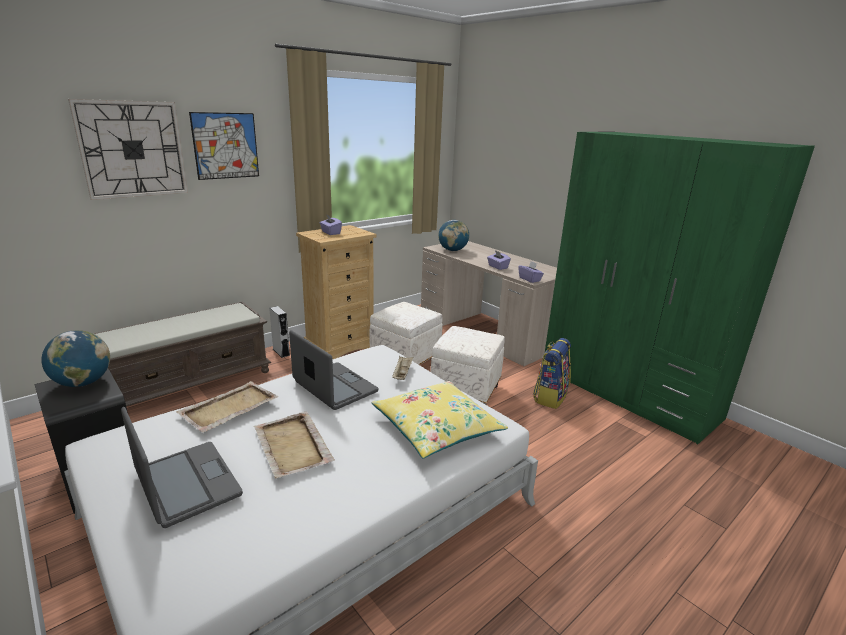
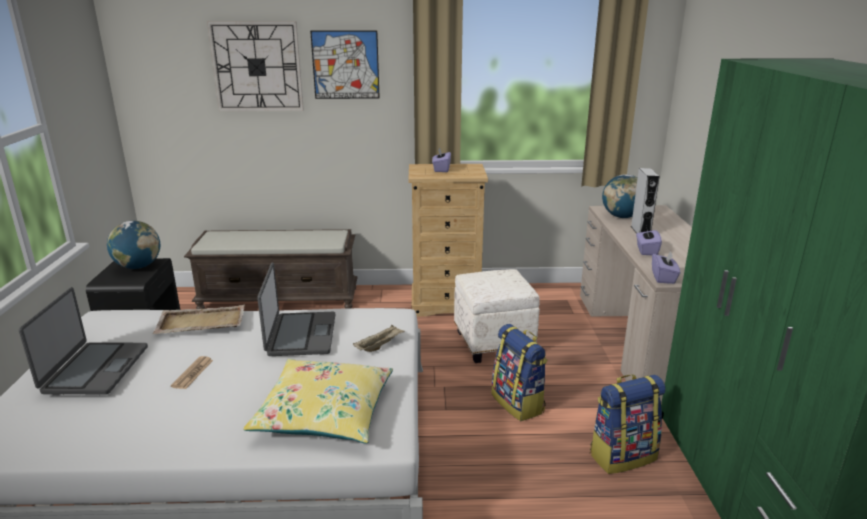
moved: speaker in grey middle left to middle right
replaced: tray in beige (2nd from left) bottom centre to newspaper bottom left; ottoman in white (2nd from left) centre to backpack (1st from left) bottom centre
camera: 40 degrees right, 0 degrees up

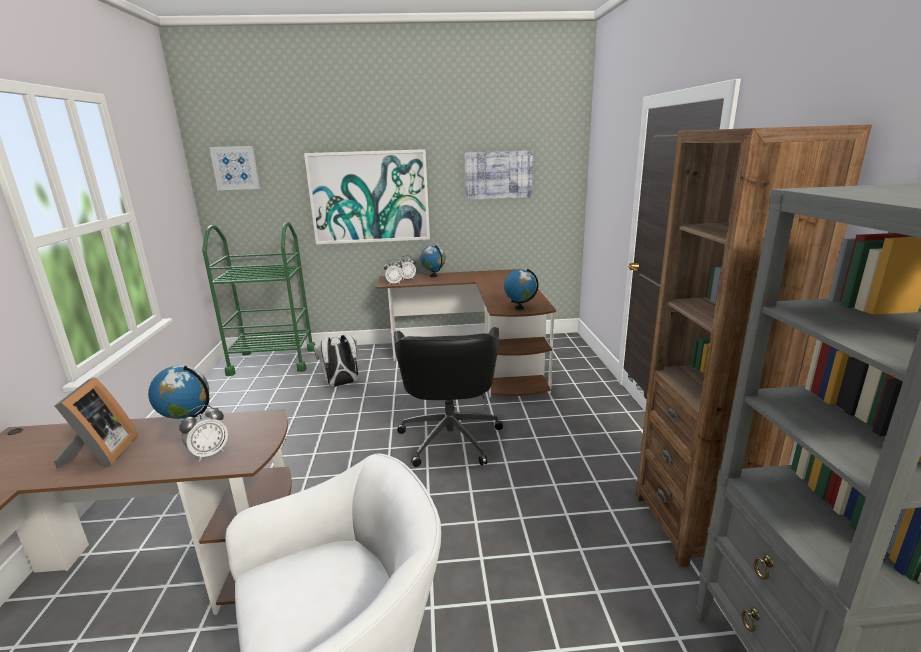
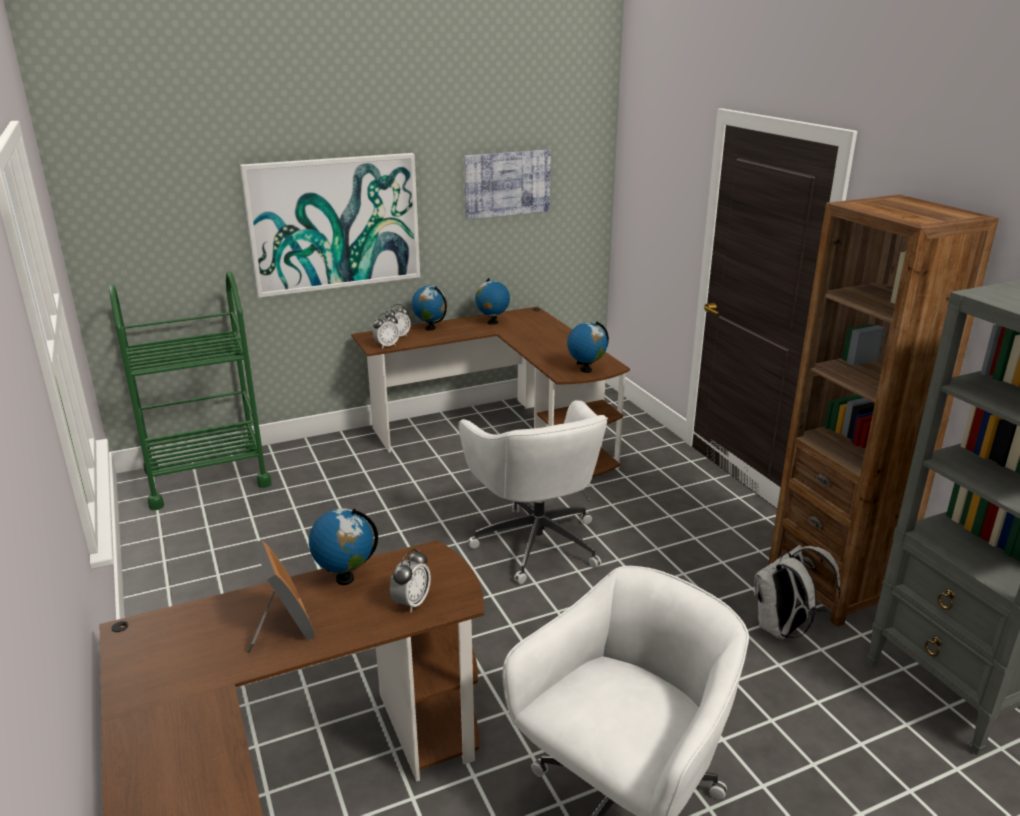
removed: picture (1st from left) top left
added: globe (3rd from left) centre
moved: backpack in white centre to bottom right
recoloured: office chair in black centre to office chair in white (1st from left) centre
camera: 20 degrees left, 5 degrees up

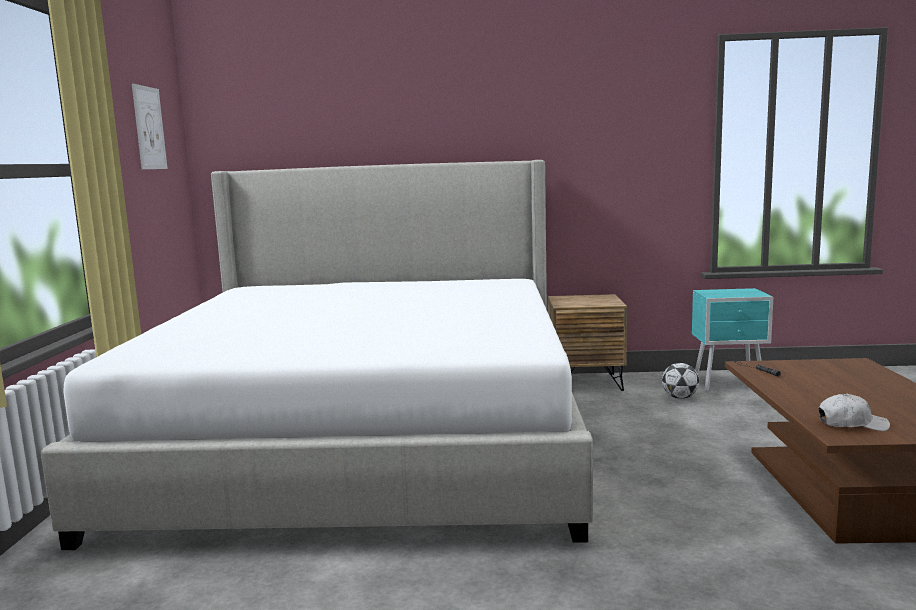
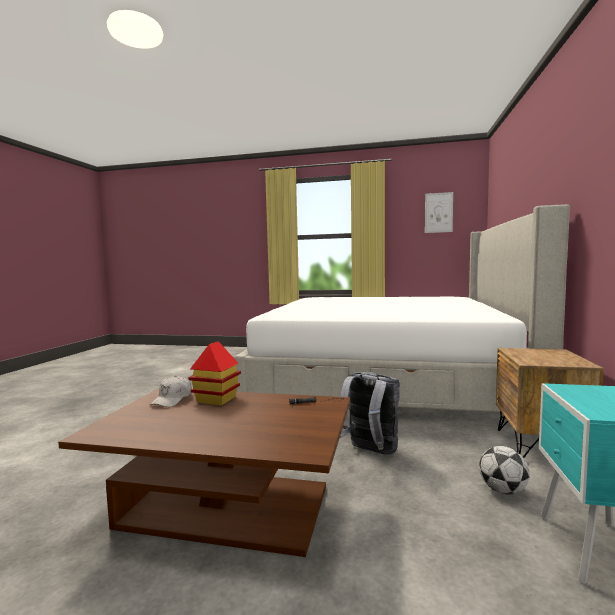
added: toy house centre; backpack in grey bottom centre
camera: 100 degrees right, 5 degrees down

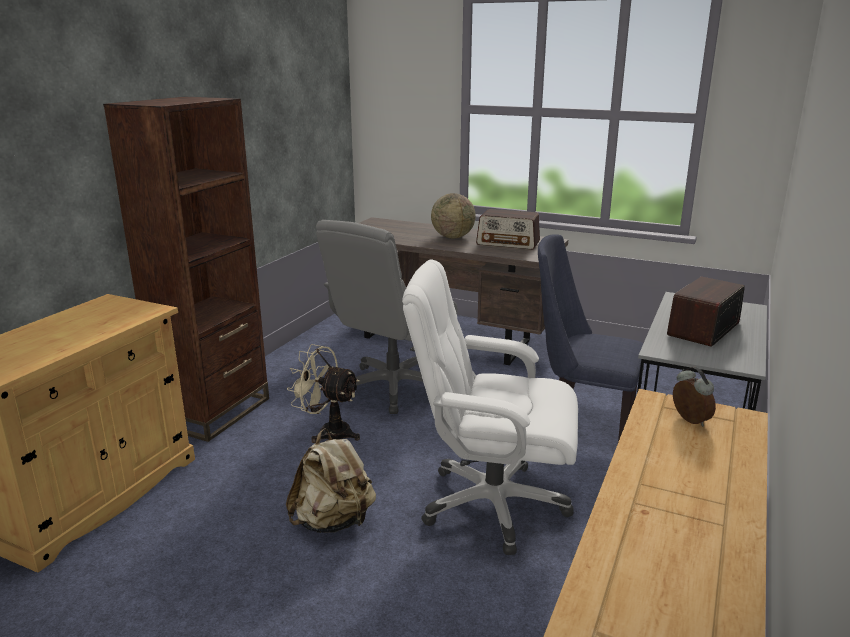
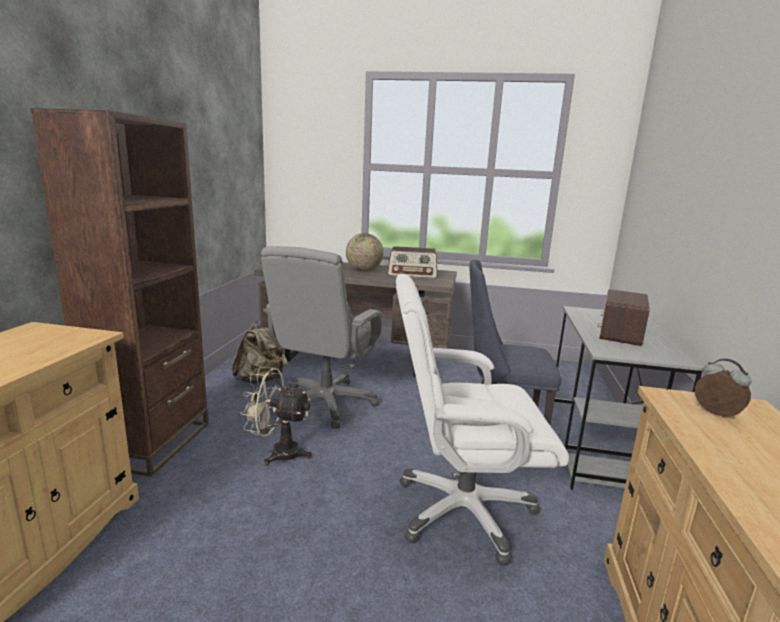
moved: backpack in beige bottom centre to middle left
camera: 15 degrees left, 5 degrees down

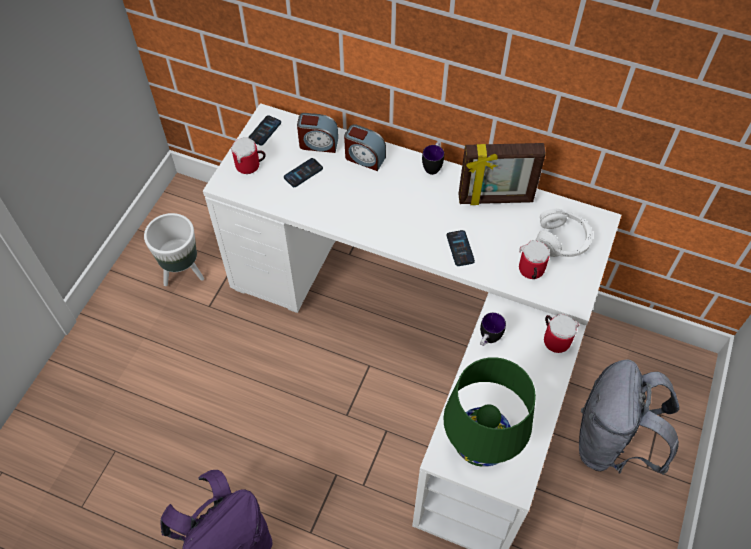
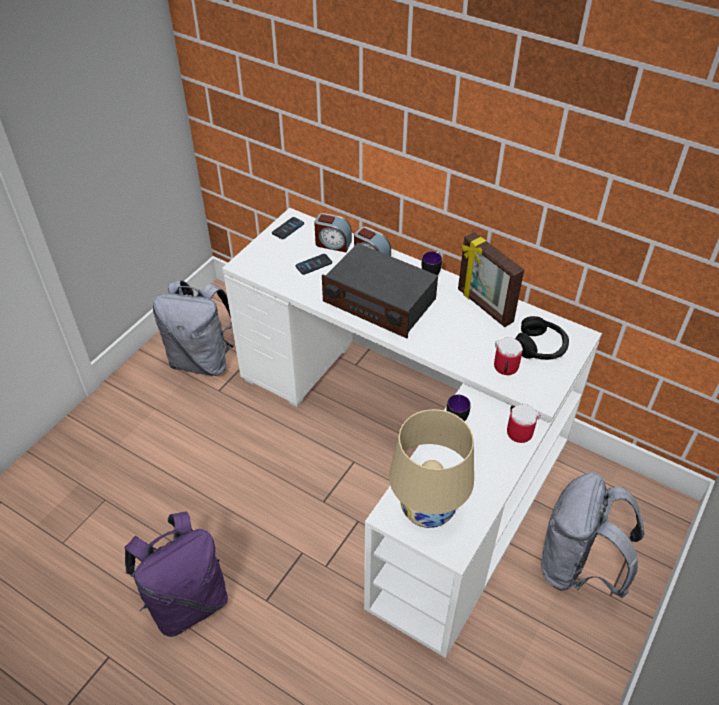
removed: mug (1st from left) top left; phone (3rd from left) centre
added: radio centre
replaced: planter in white middle left to backpack in grey (1st from left) middle left
recoloured: table lamp in green bottom centre to table lamp in beige centre; headphones in white middle right to headphones in black middle right
turned: picture frame top right = middle right 45 degrees clockwise
camera: 10 degrees right, 10 degrees down

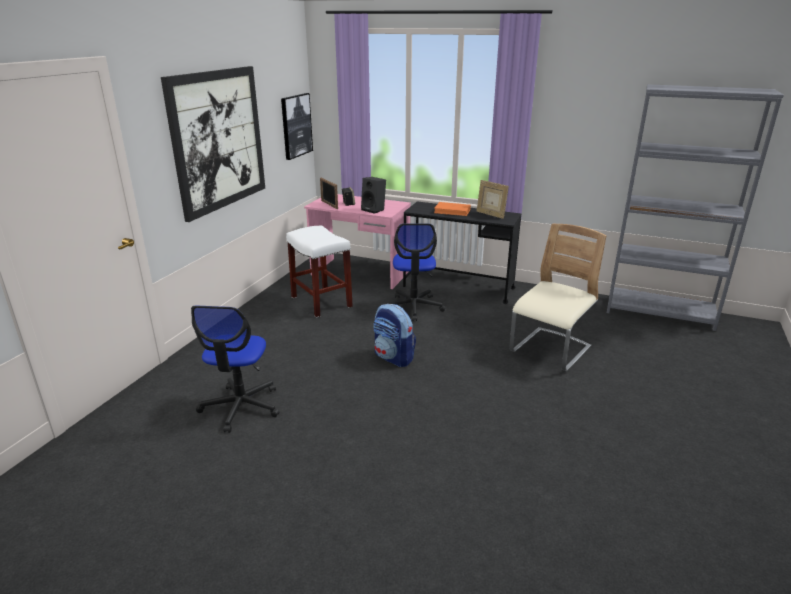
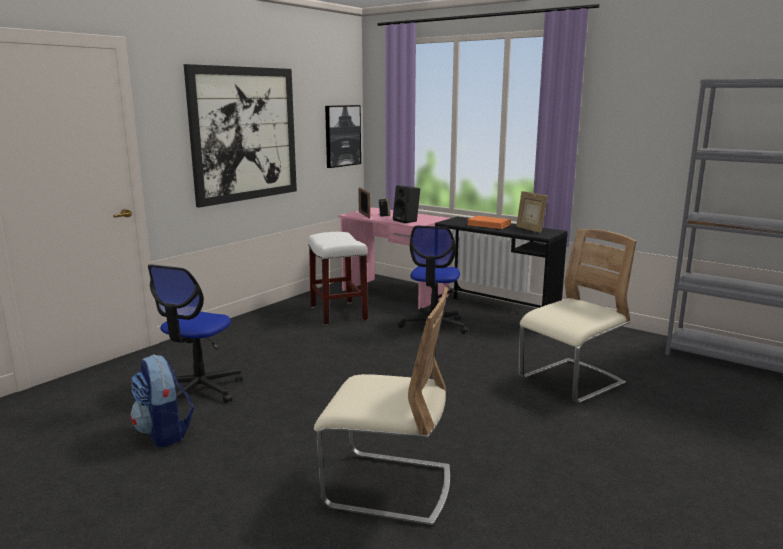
added: chair in beige (1st from left) bottom centre
moved: backpack centre to bottom left
camera: 15 degrees right, 10 degrees down

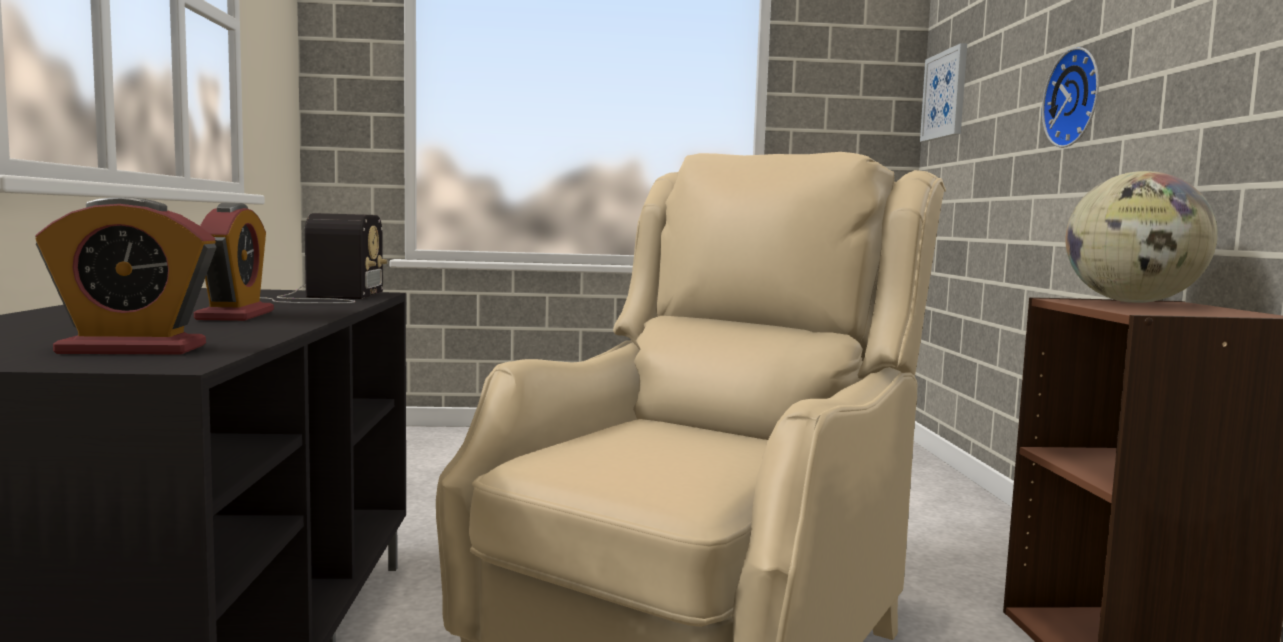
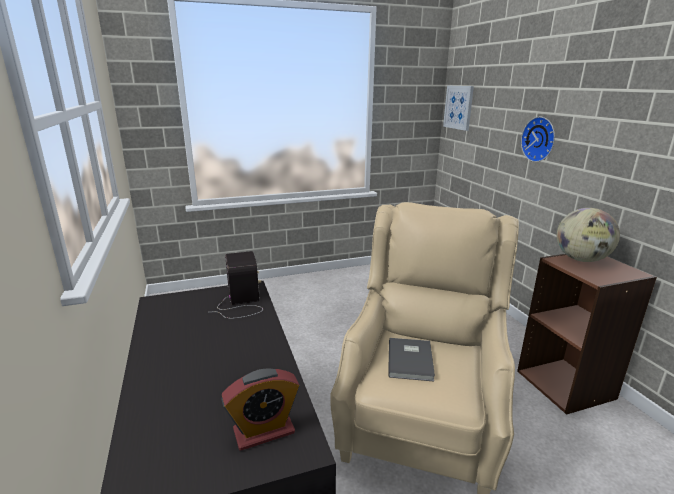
removed: alarm clock (2nd from left) middle left
added: book in grey bottom centre
camera: 15 degrees left, 15 degrees up

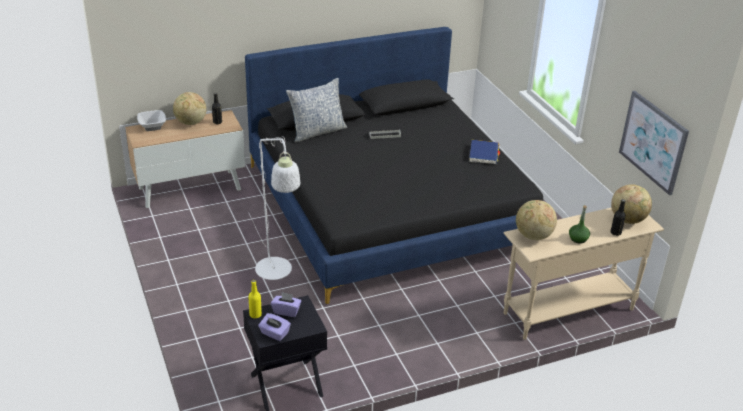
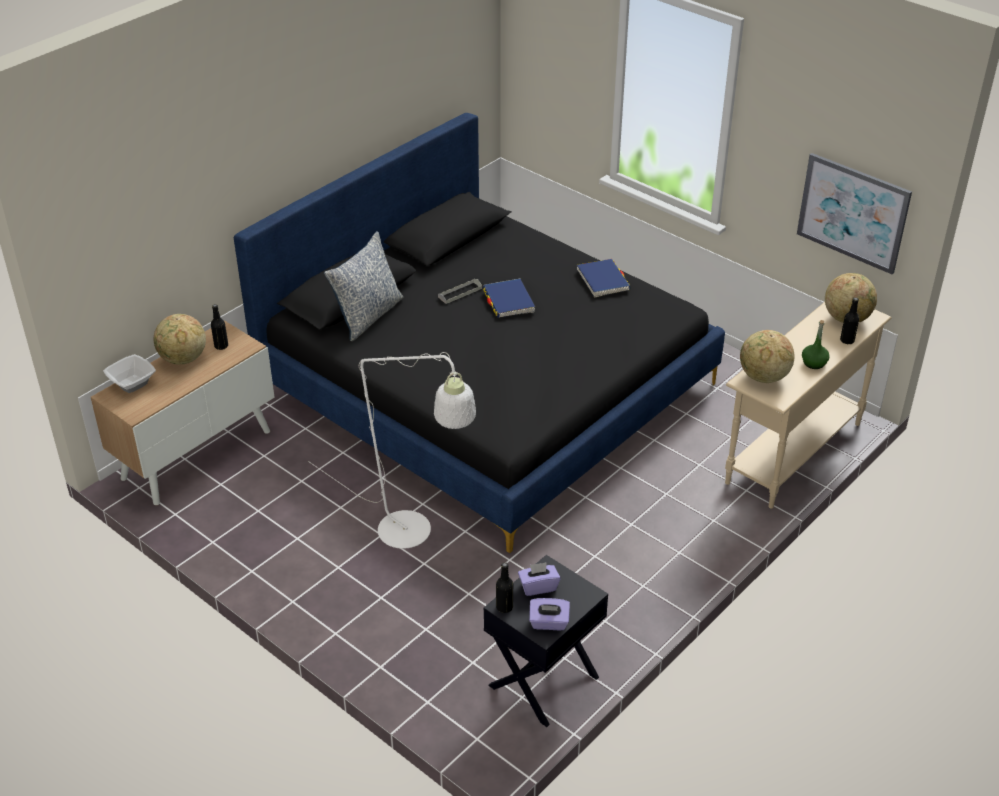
added: book in blue (1st from left) centre
recoloured: bottle in yellow bottom centre to bottle in black (2nd from left) bottom centre
camera: 25 degrees left, 5 degrees up

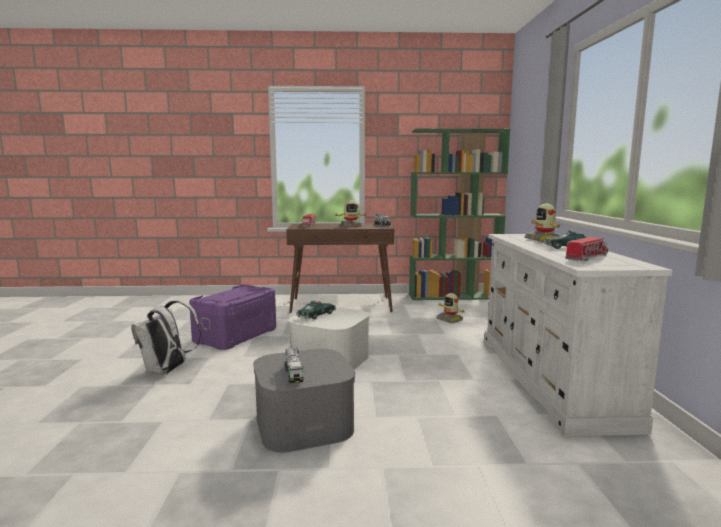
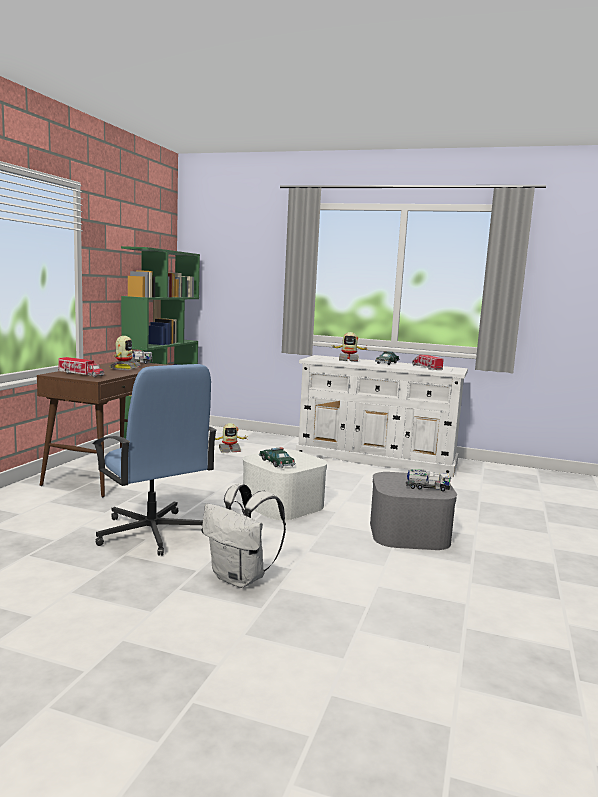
replaced: storage box in purple middle left to office chair in blue middle left
camera: 70 degrees left, 0 degrees up

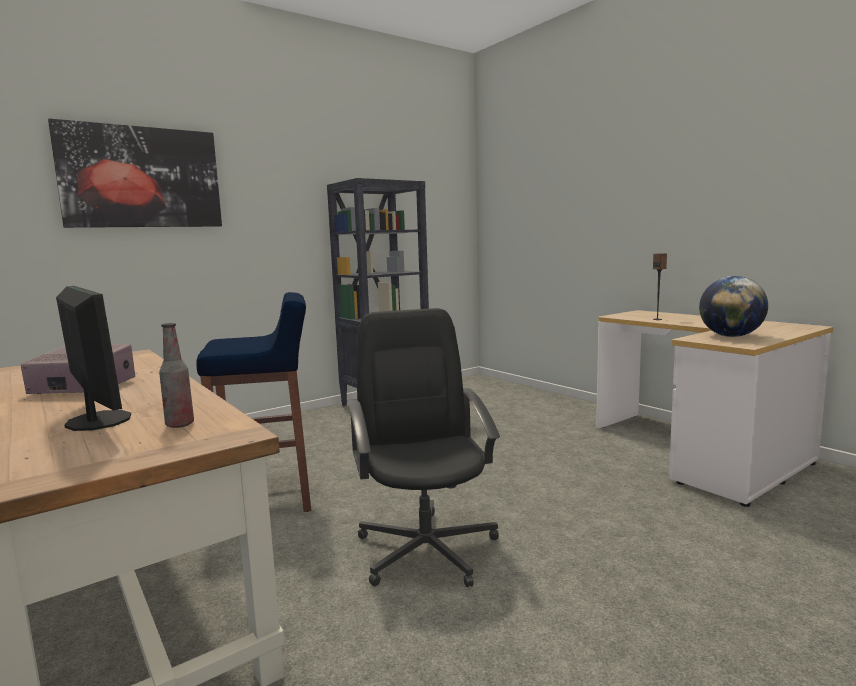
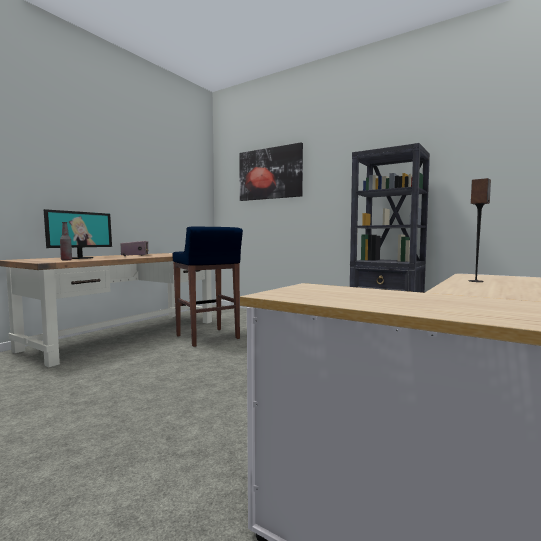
removed: office chair in black centre; globe middle right
camera: 70 degrees right, 5 degrees down

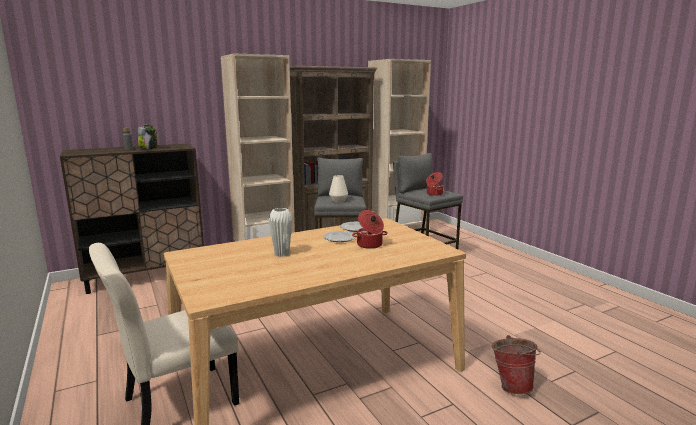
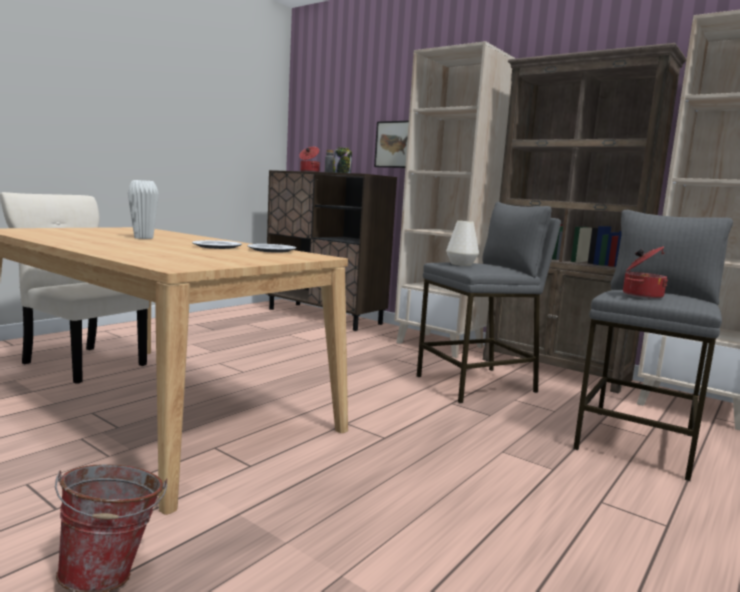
added: picture top centre
moved: cooking pot (1st from left) centre to top centre
camera: 65 degrees right, 5 degrees down

